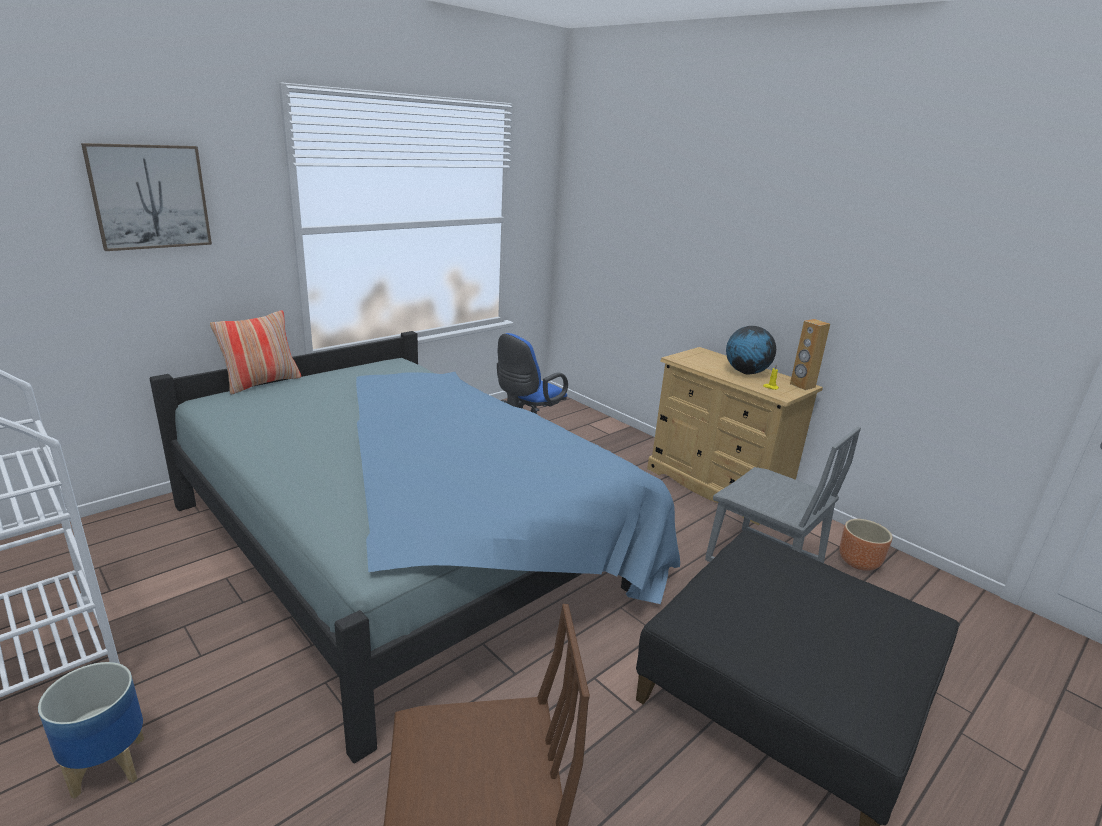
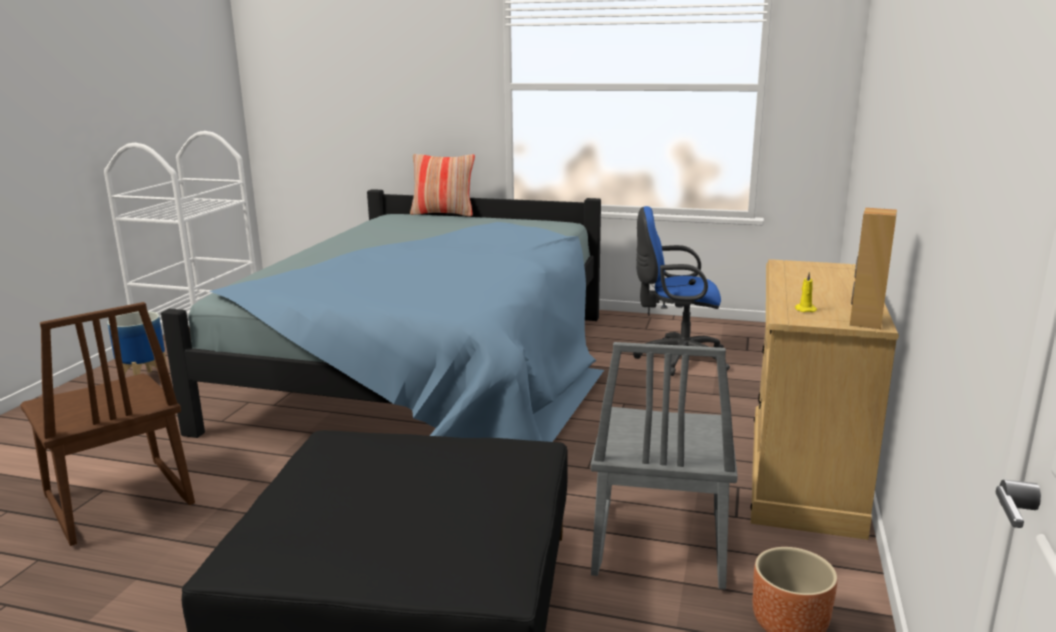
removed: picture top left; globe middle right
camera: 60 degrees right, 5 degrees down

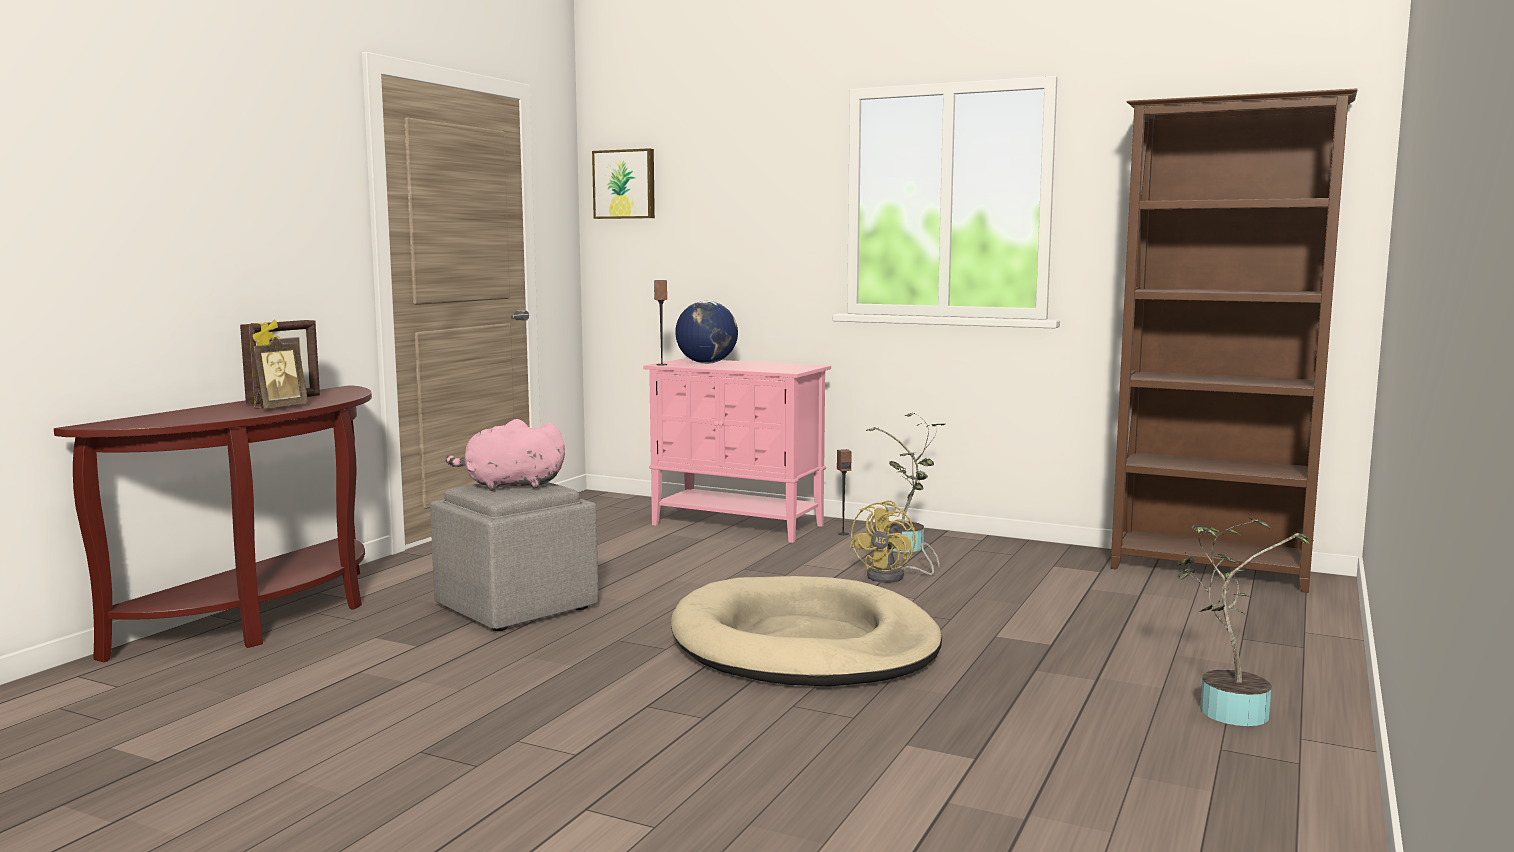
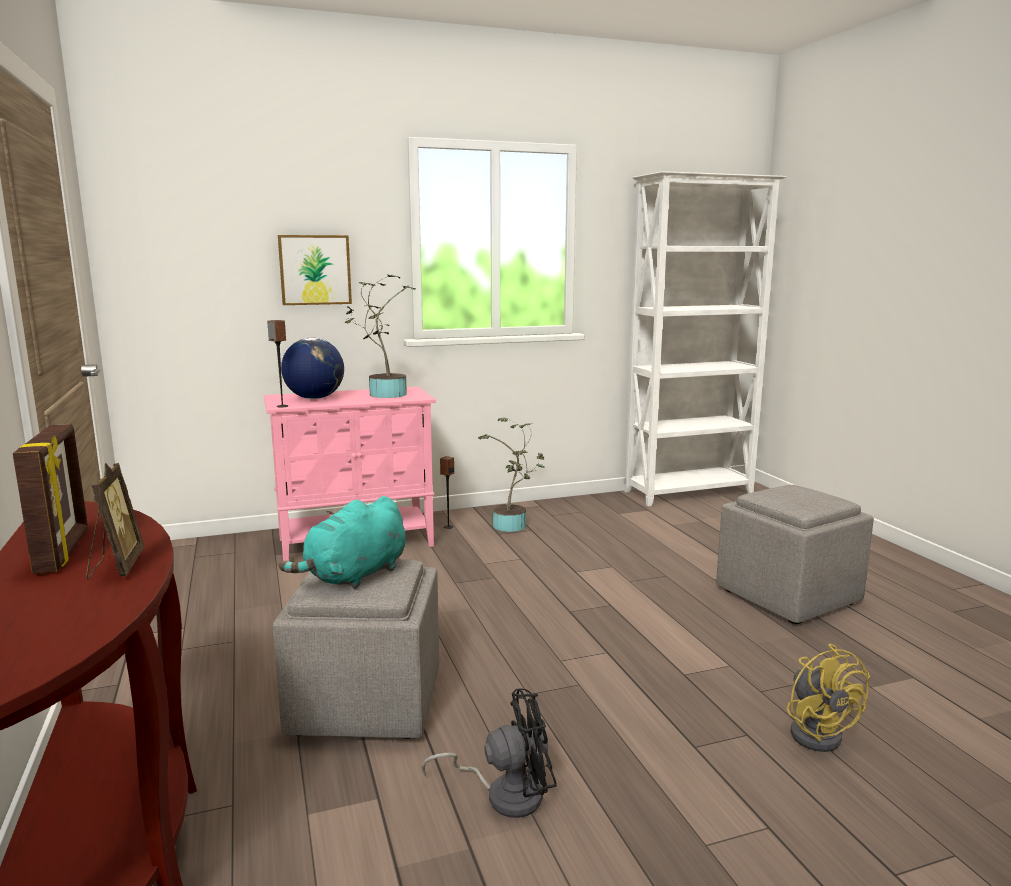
removed: dog bed in beige bottom centre
added: fan in black bottom centre; ottoman in grey (2nd from left) middle right
moved: picture top centre to top left; fan in yellow centre to bottom right; potted plant (2nd from left in the first image) bottom right to potted plant (1st from left) centre
recoloured: plush toy in pink centre to plush toy in turquoise centre; bookcase in brown middle right to bookcase in white middle right
camera: 45 degrees left, 5 degrees up

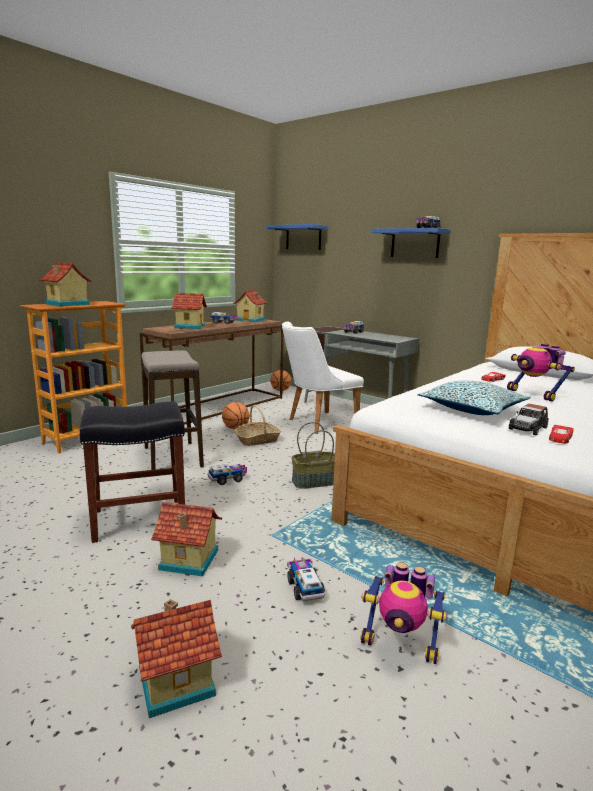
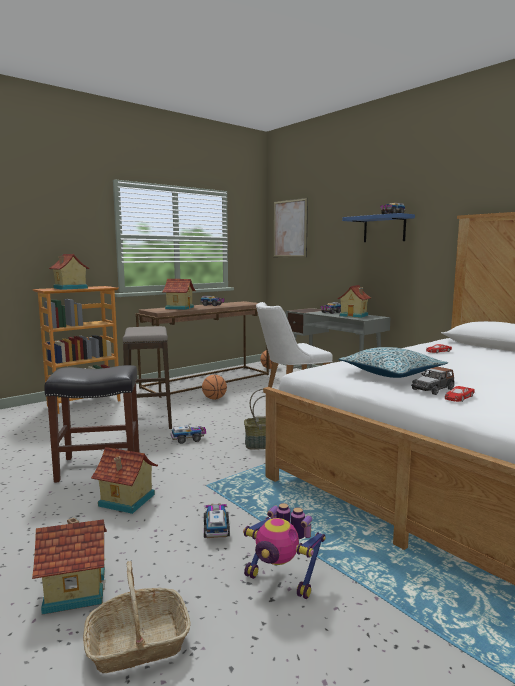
removed: toy robot (2nd from left) middle right
moved: toy house (5th from left) centre to middle right; basket (1st from left) centre to bottom left
replaced: shelf in blue (1st from left) top centre to picture top centre
camera: 10 degrees right, 5 degrees down

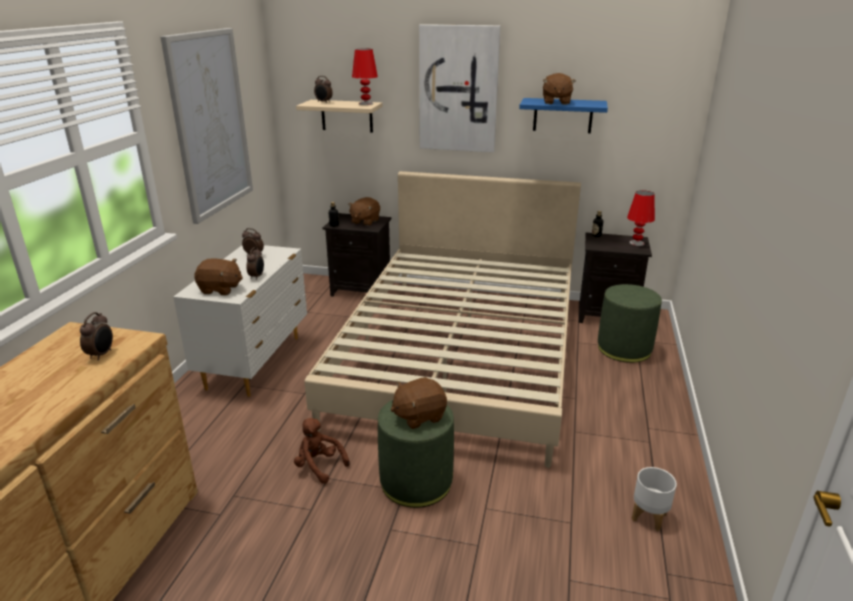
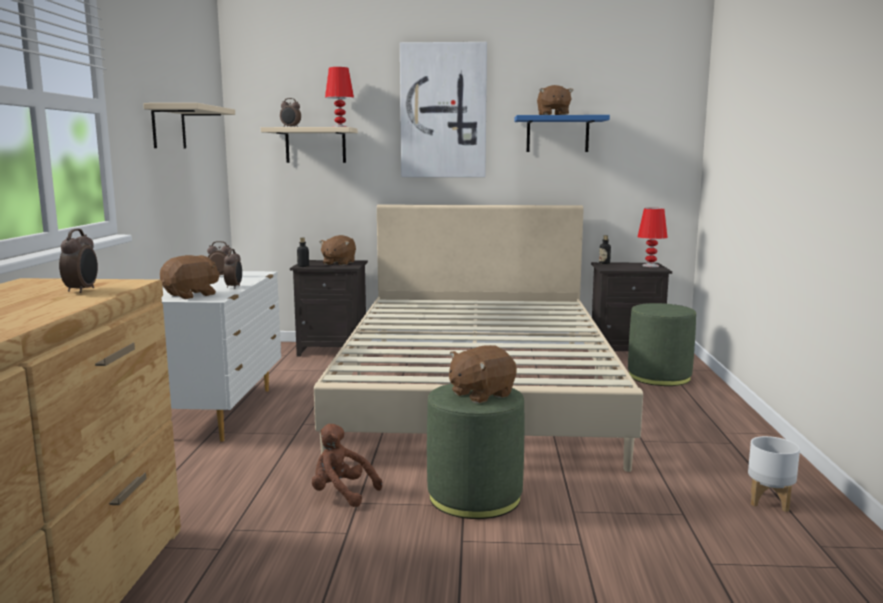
replaced: picture (1st from left) top left to shelf in beige (1st from left) top left
turned: plush toy in brown (1st from left) middle left = middle left 45 degrees counterclockwise
camera: 10 degrees left, 15 degrees down

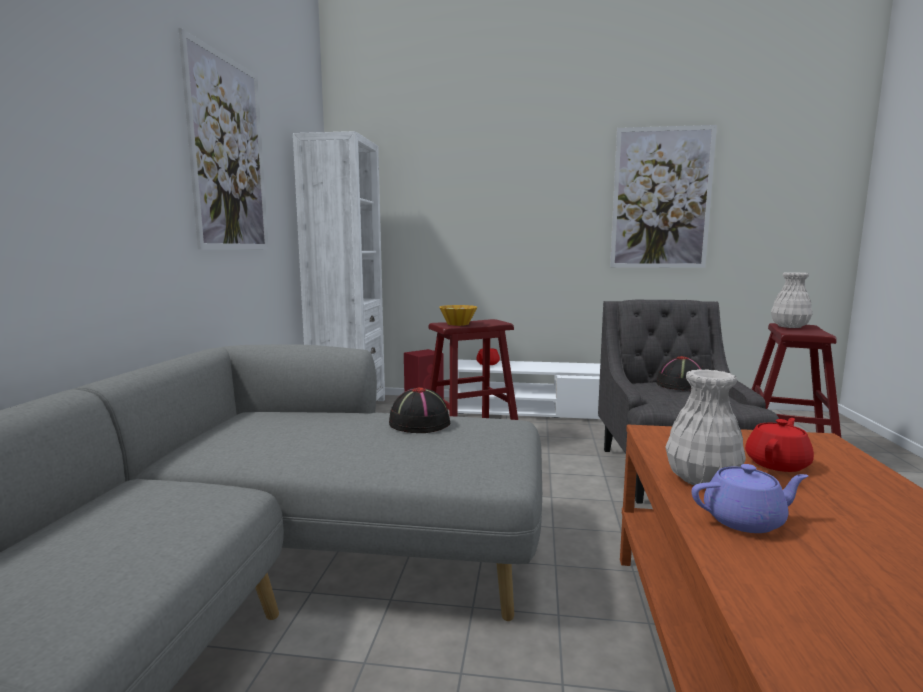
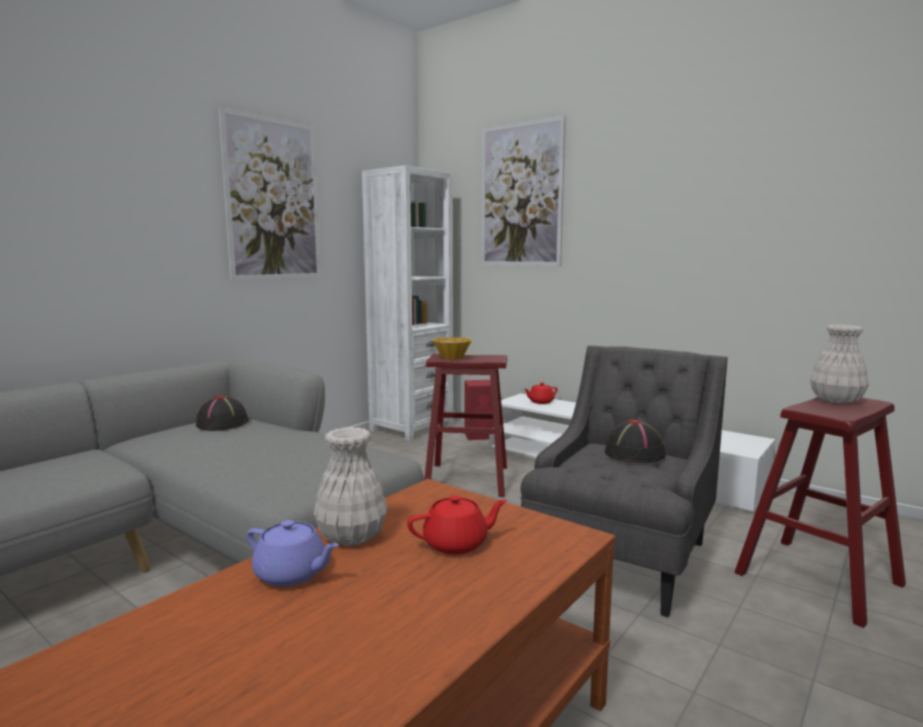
moved: hat in black (1st from left) centre to middle left; picture (2nd from left) top right to top centre
camera: 30 degrees right, 0 degrees up

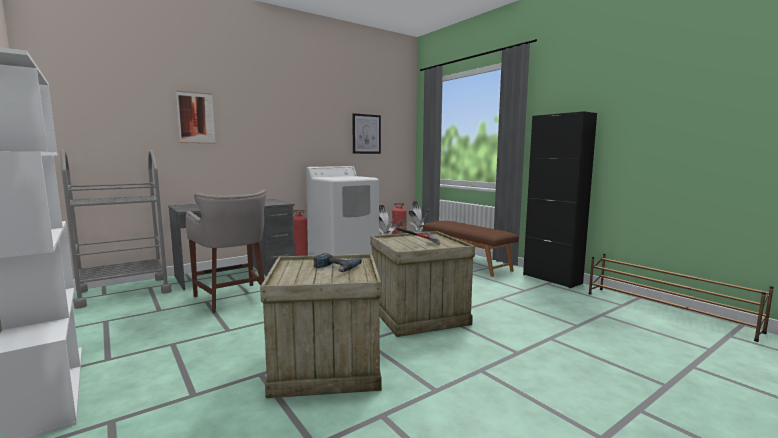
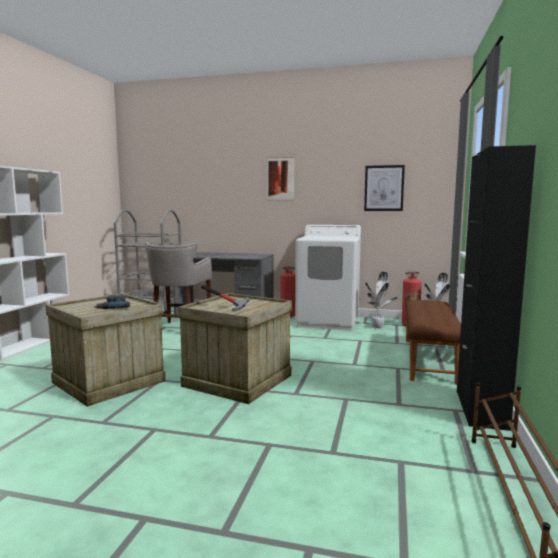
moved: picture (1st from left) top left to top centre
camera: 50 degrees right, 0 degrees up

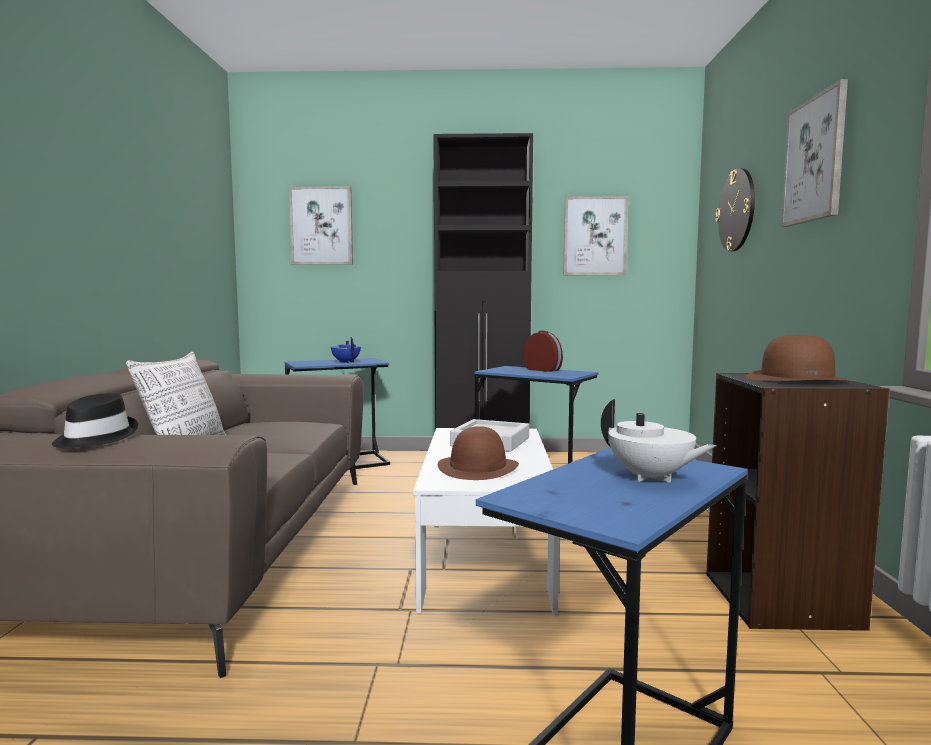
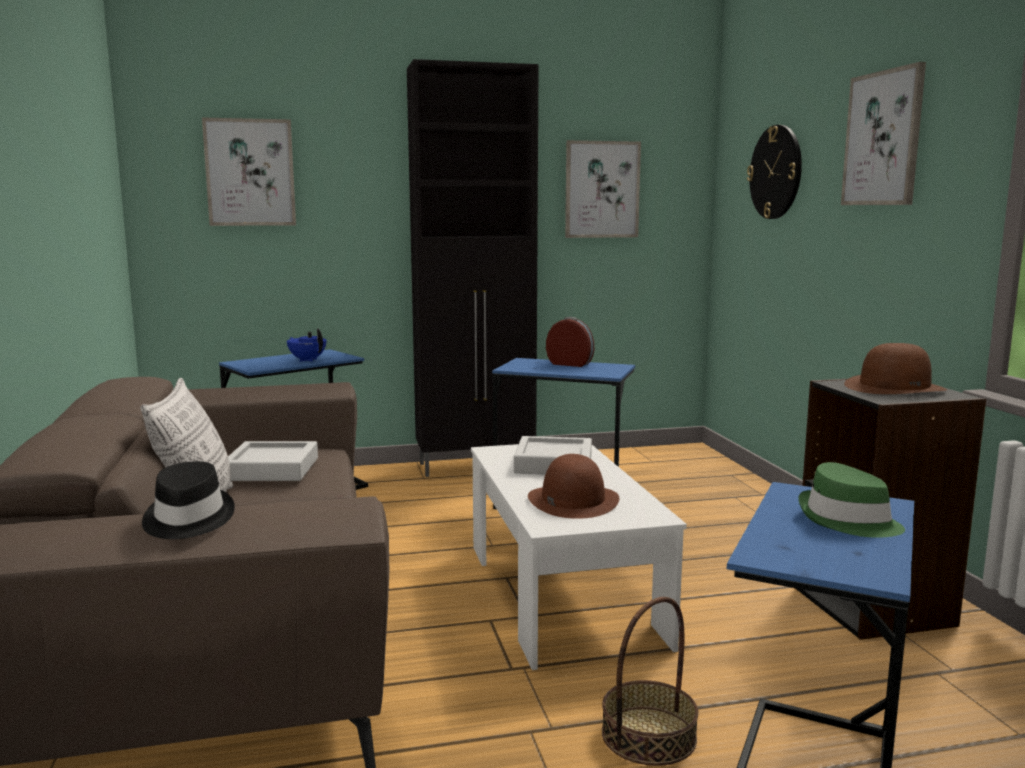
added: tray in grey (1st from left) middle left; basket bottom centre
replaced: teapot in white middle right to hat in green middle right
camera: 15 degrees left, 5 degrees up

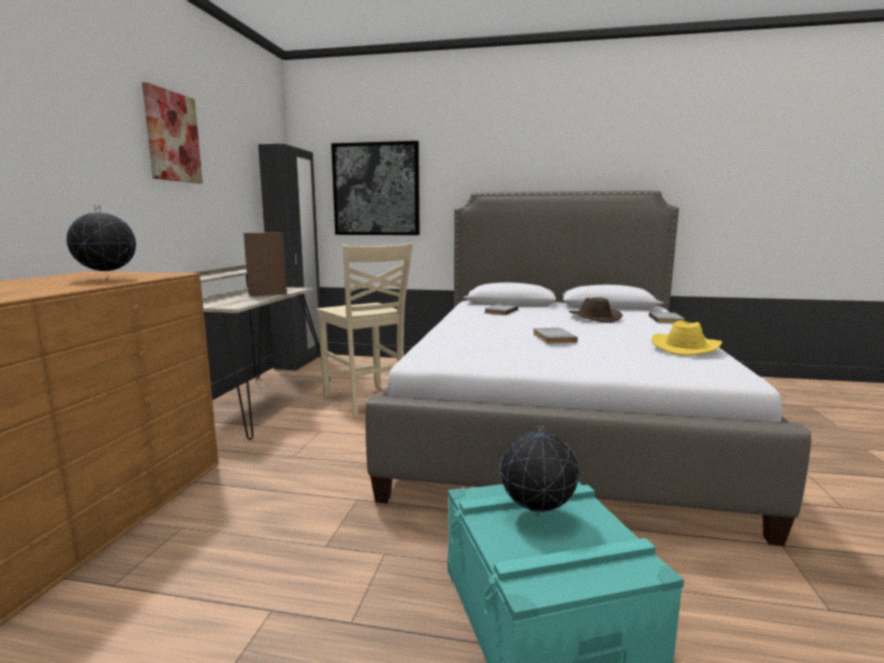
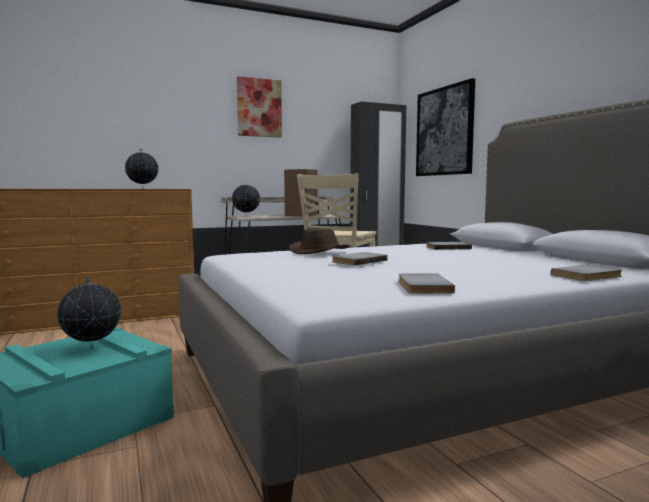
added: globe (3rd from left) centre
moved: hat in brown middle right to centre
replaced: hat in yellow middle right to book in grey (2nd from left) centre
camera: 55 degrees right, 5 degrees down

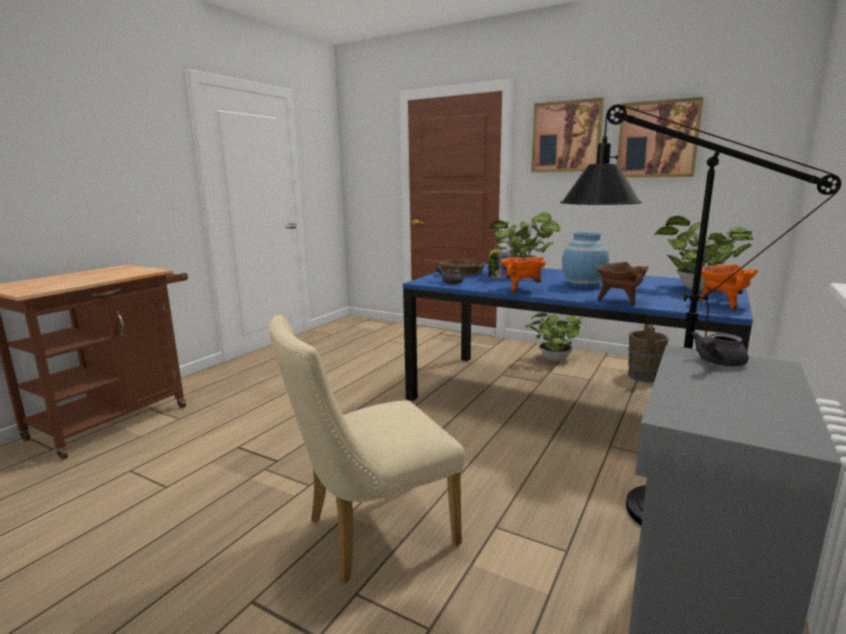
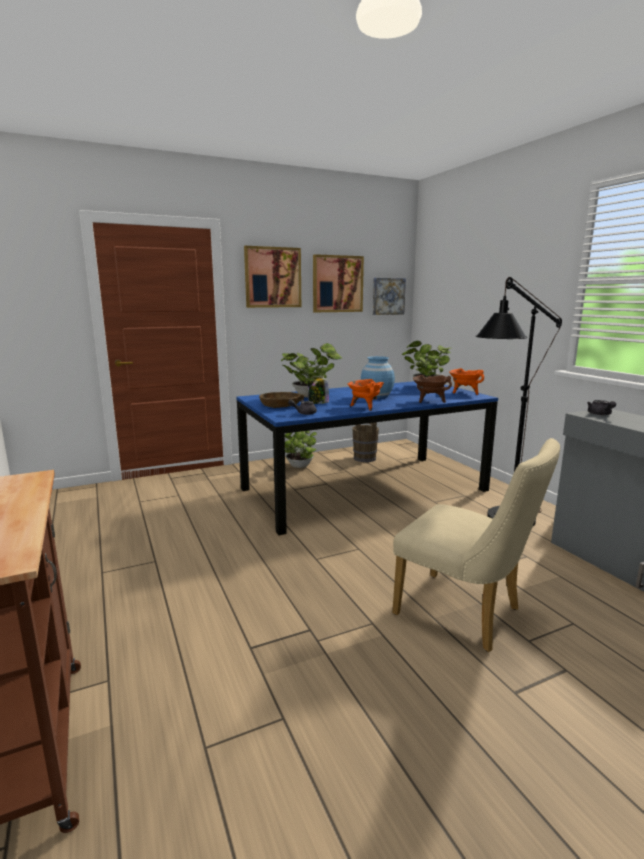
added: picture (3rd from left) centre
turned: chair in beige bottom centre = middle right 60 degrees counterclockwise
camera: 55 degrees left, 0 degrees up

